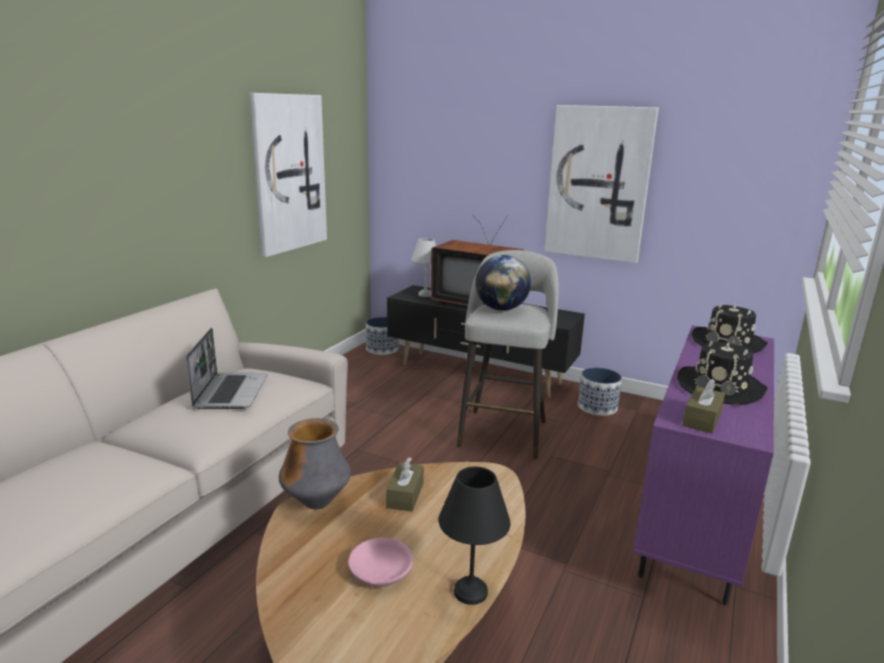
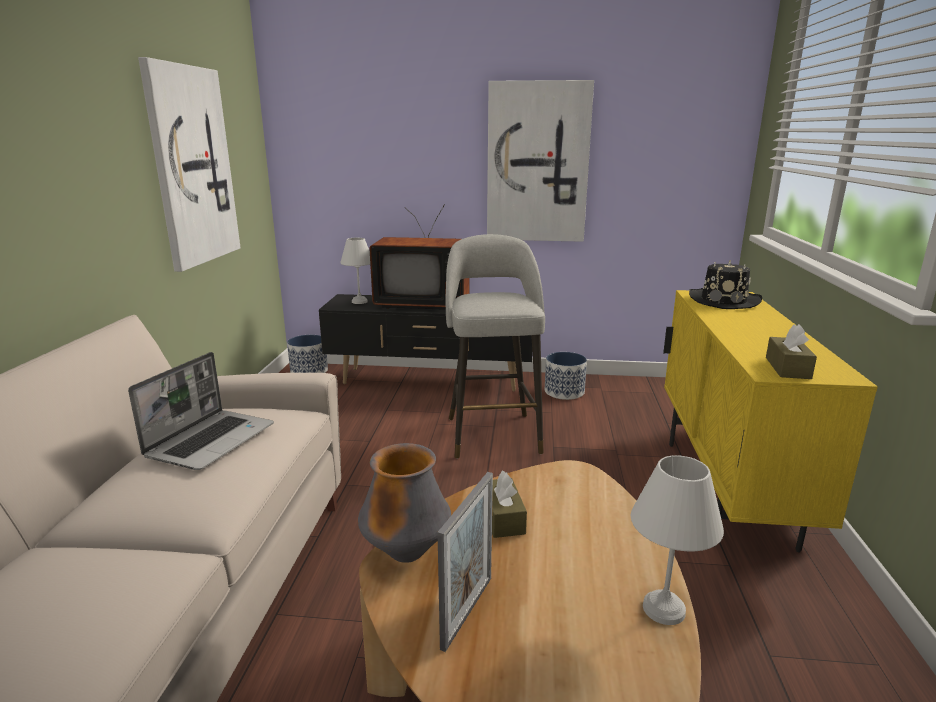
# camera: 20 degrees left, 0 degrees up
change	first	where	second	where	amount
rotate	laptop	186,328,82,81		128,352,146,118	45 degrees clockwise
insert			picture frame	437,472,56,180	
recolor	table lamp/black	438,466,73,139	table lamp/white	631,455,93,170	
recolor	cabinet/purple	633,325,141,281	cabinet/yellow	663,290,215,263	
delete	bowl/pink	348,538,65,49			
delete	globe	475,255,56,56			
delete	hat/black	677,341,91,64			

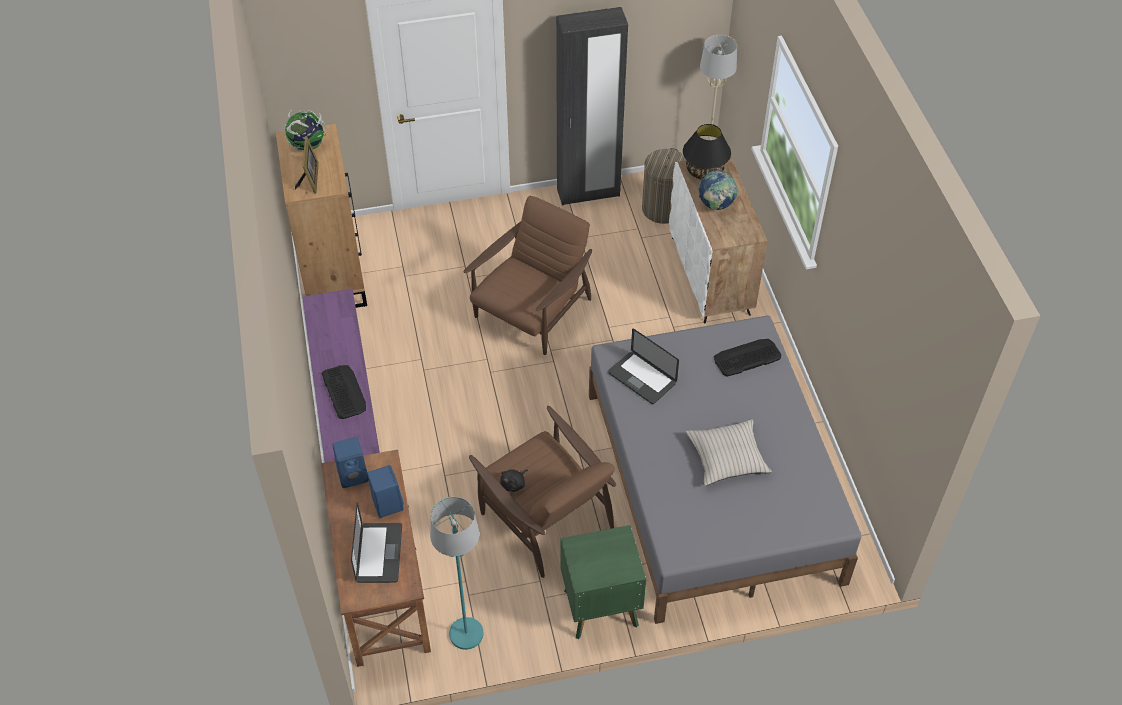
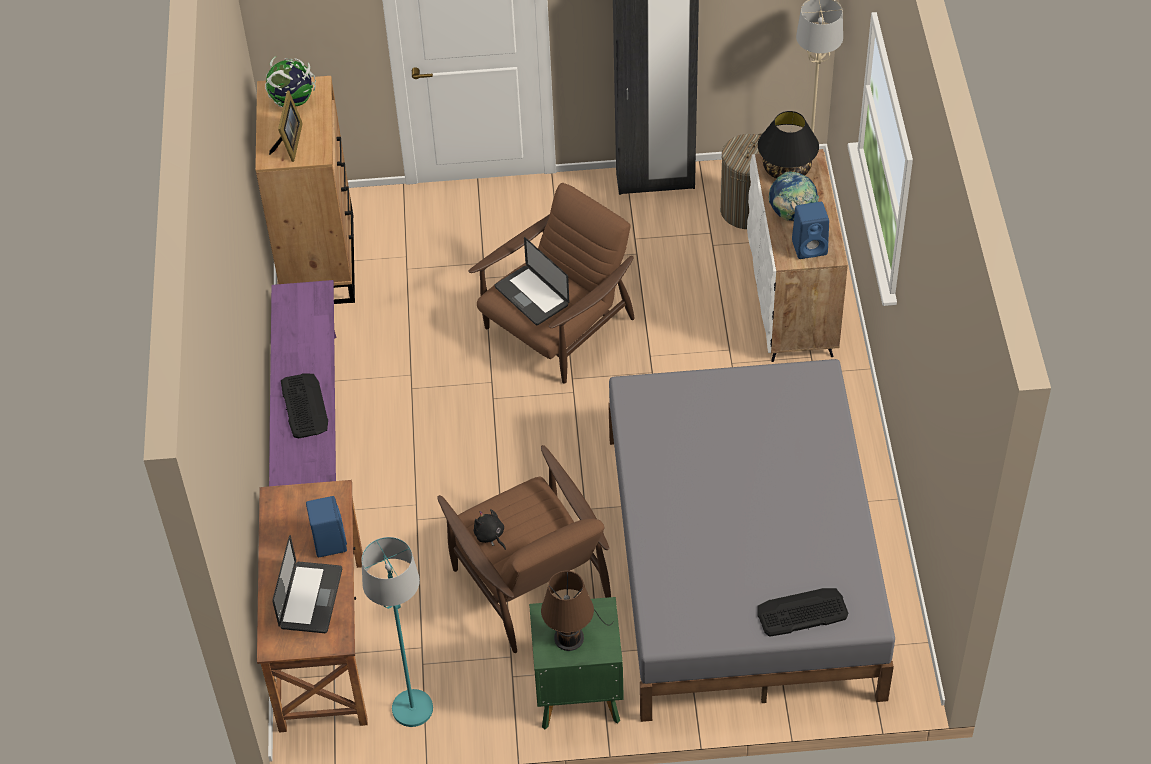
# camera: 10 degrees right, 0 degrees up
change	first	where	second	where	amount
rotate	plush toy/black	500,469,28,23		474,509,32,41	90 degrees clockwise
move	laptop	608,328,71,76		495,237,74,88	
insert			table lamp/brown	541,571,73,80	
move	keyboard	714,339,67,38		758,588,90,49	
move	speaker/blue	333,437,36,51		792,202,37,57	
delete	pillow/beige	686,420,86,66			

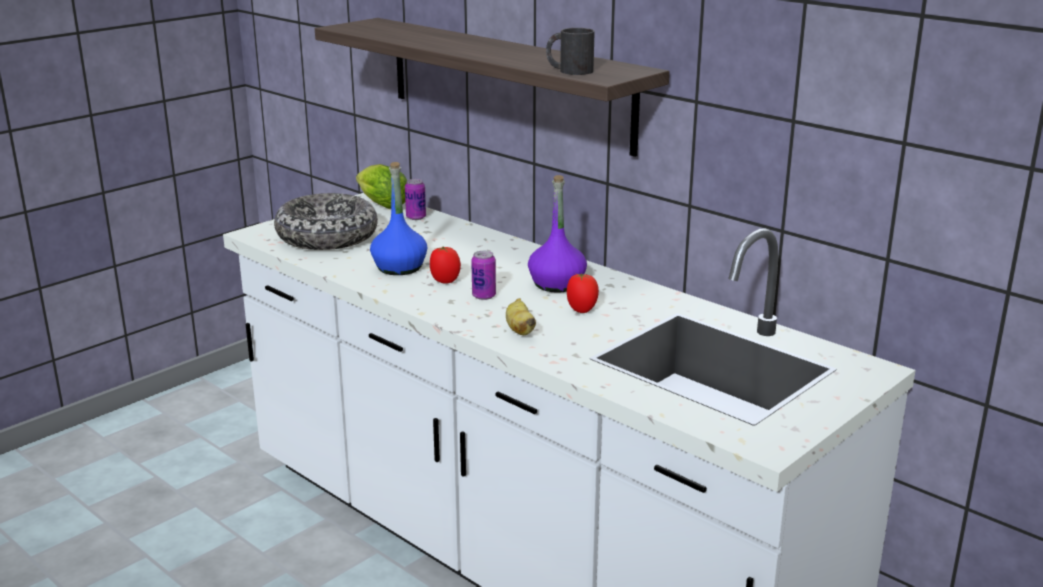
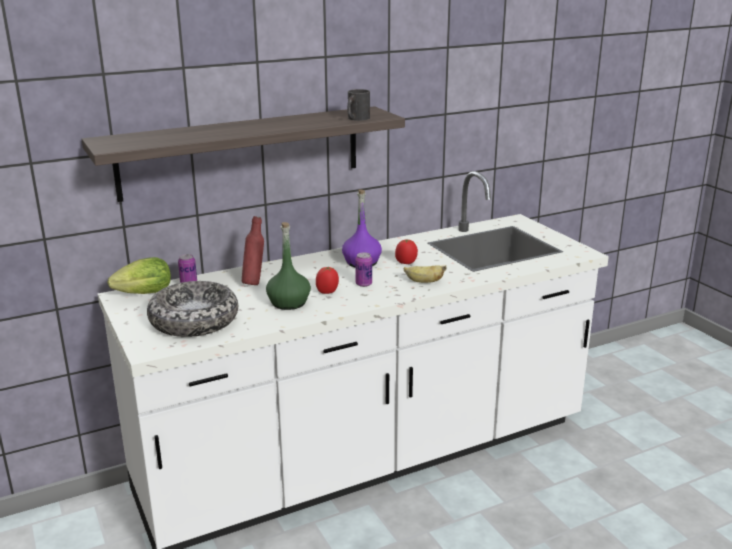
# camera: 70 degrees left, 0 degrees up
change	first	where	second	where	amount
insert			bottle/red	242,216,22,69	
recolor	bottle/blue	370,162,57,113	bottle/green	266,222,45,88	

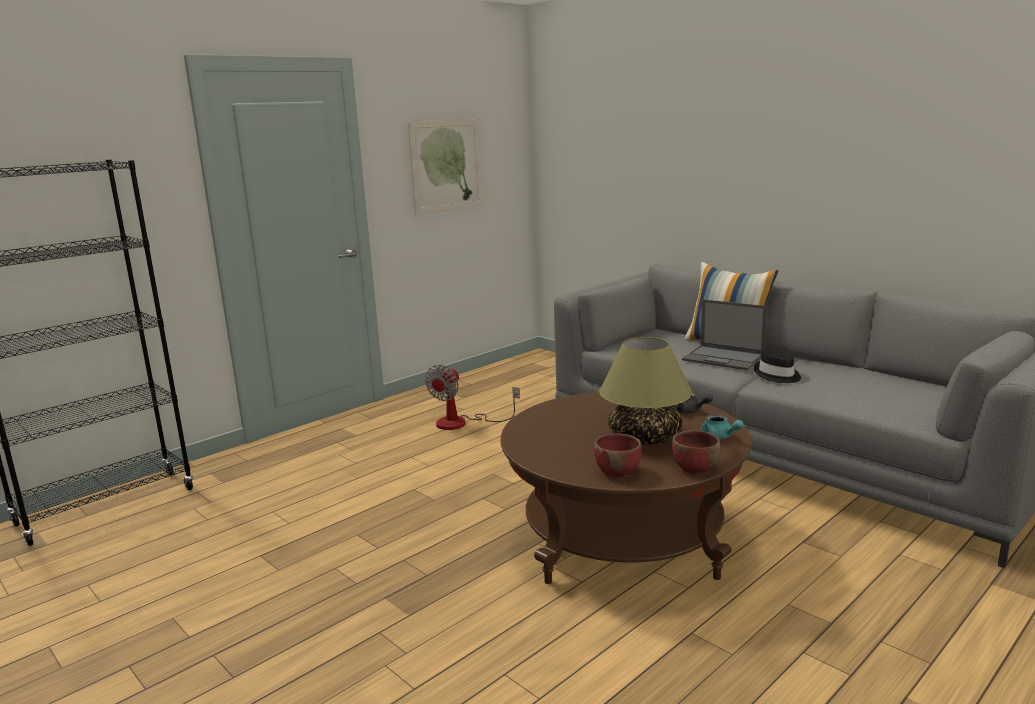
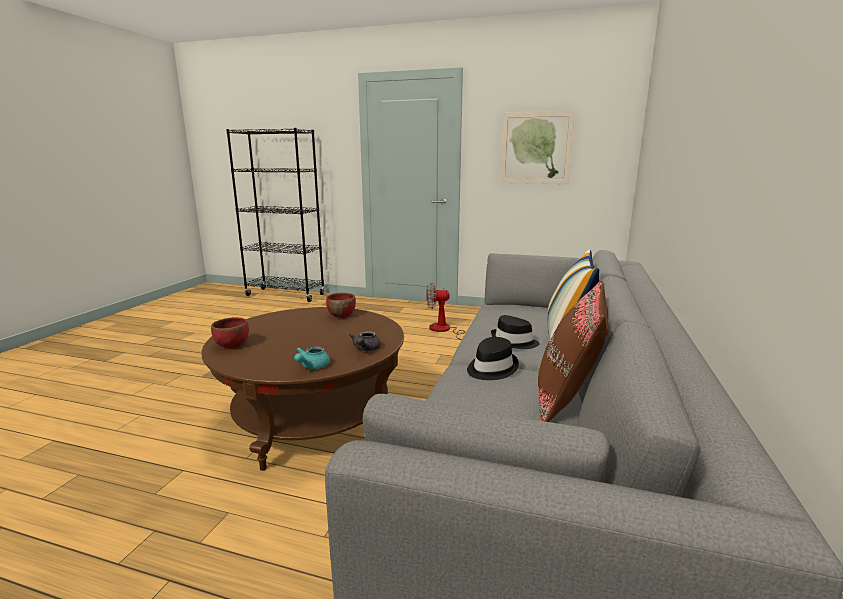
# camera: 60 degrees right, 0 degrees up
change	first	where	second	where	amount
move	bowl/red	672,430,48,44		326,293,30,25	
replace	laptop	682,299,85,71	hat/black	491,315,48,34	
insert			pillow/brown	538,281,71,141	
delete	table lamp	599,337,93,108			

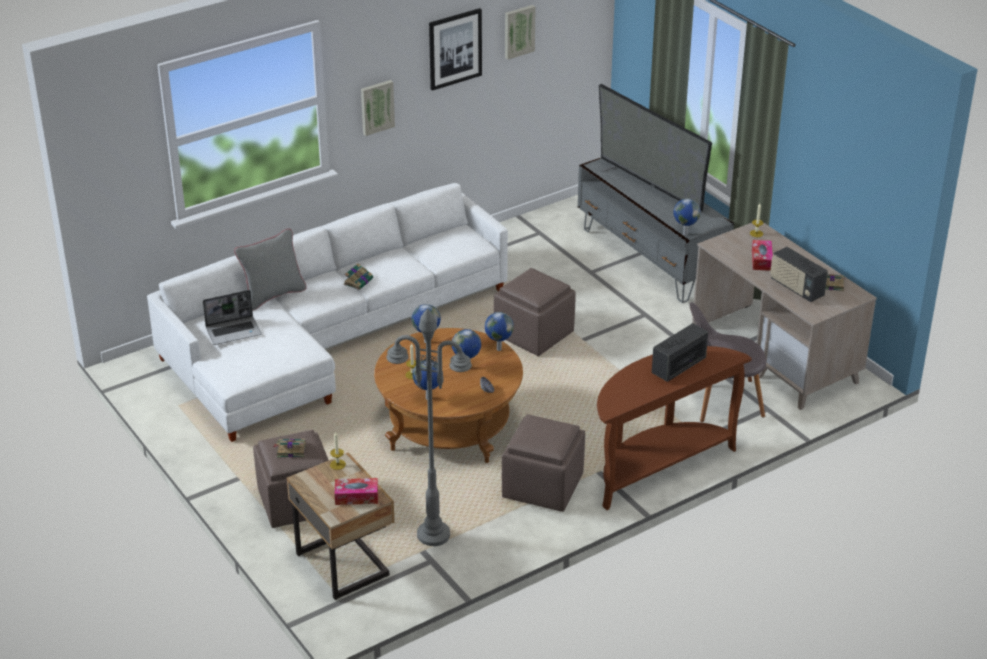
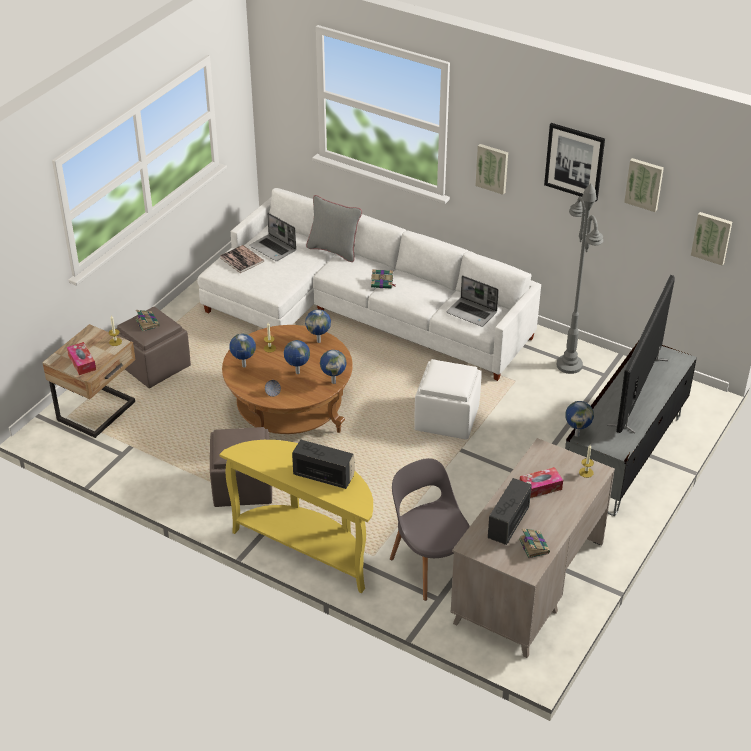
# camera: 65 degrees right, 5 degrees up
change	first	where	second	where	amount
recolor	console table/brown	597,346,155,164	console table/yellow	219,440,154,153	
insert			book	220,245,44,28	
recolor	ottoman/brown	494,268,82,88	ottoman/white	415,359,67,81	
insert			laptop	447,275,52,52	
move	floor lamp/grey	387,308,85,239		557,184,46,190	
insert			picture	691,212,41,54	

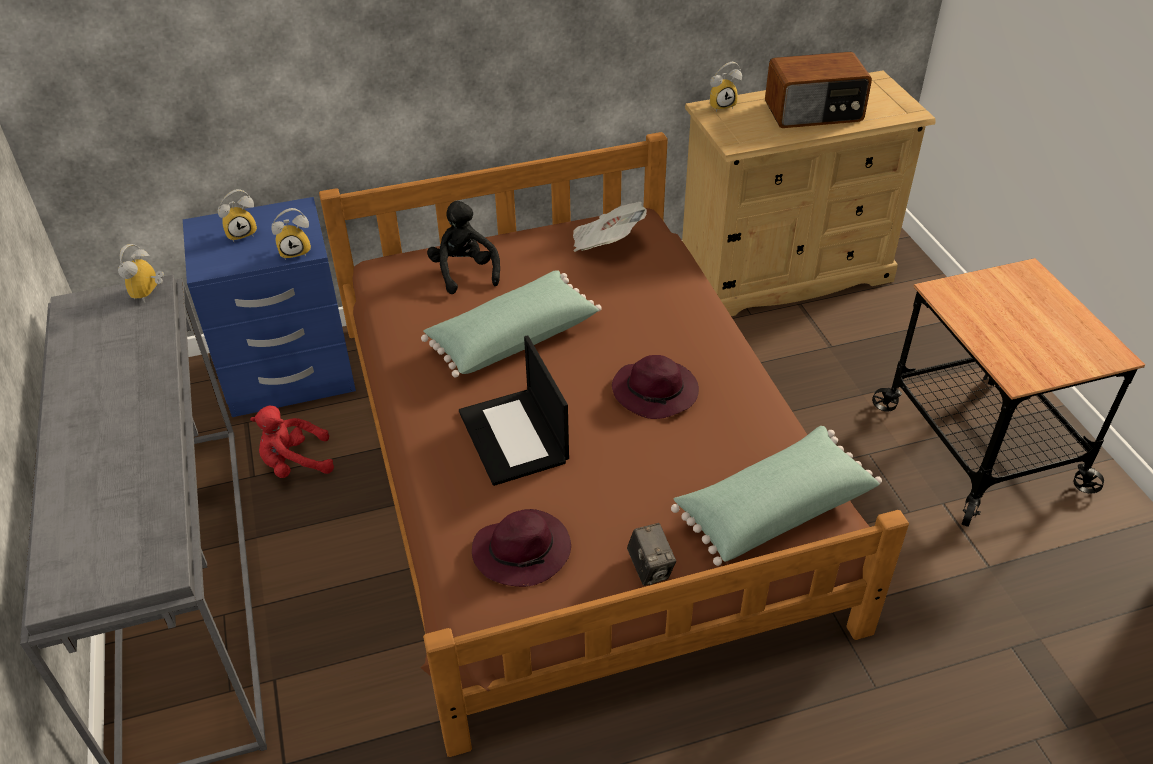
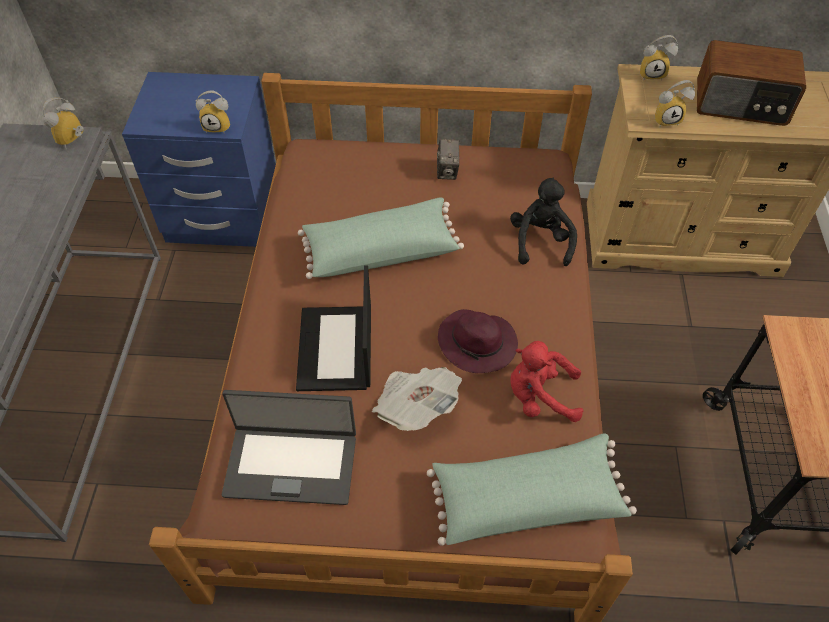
# camera: 20 degrees right, 10 degrees up
change	first	where	second	where	amount
replace	hat/purple	472,509,99,78	laptop	222,390,134,115	
move	newspaper	573,202,74,50		372,367,90,64	
move	photo camera	627,523,49,63		437,139,22,41	
move	plush toy/black	427,201,73,93		510,178,67,88	
move	plush toy/red	250,406,84,72		510,341,73,81	
move	alarm clock	218,189,39,53		654,80,41,47	

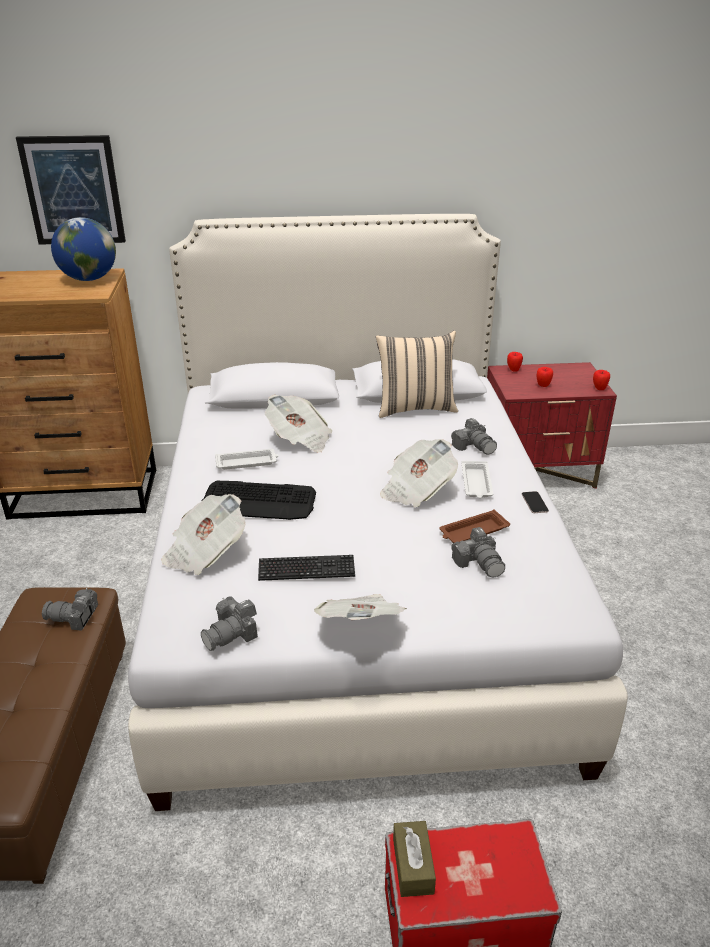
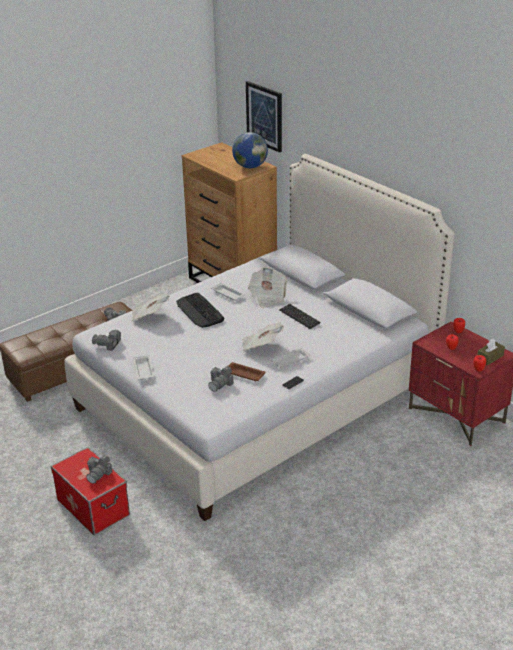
# camera: 55 degrees right, 0 degrees up
change	first	where	second	where	amount
move	photo camera	451,418,46,37		86,455,27,29	
replace	newspaper	314,594,93,26	tray/white	133,355,21,25	
move	keyboard	258,555,97,26		279,304,42,25	
move	tissue box/brown	393,821,43,76		477,339,28,26	
delete	pillow/beige	376,331,82,87			

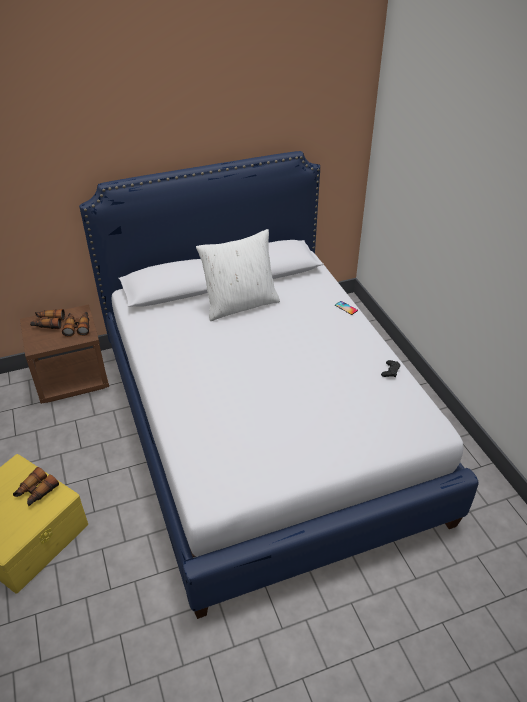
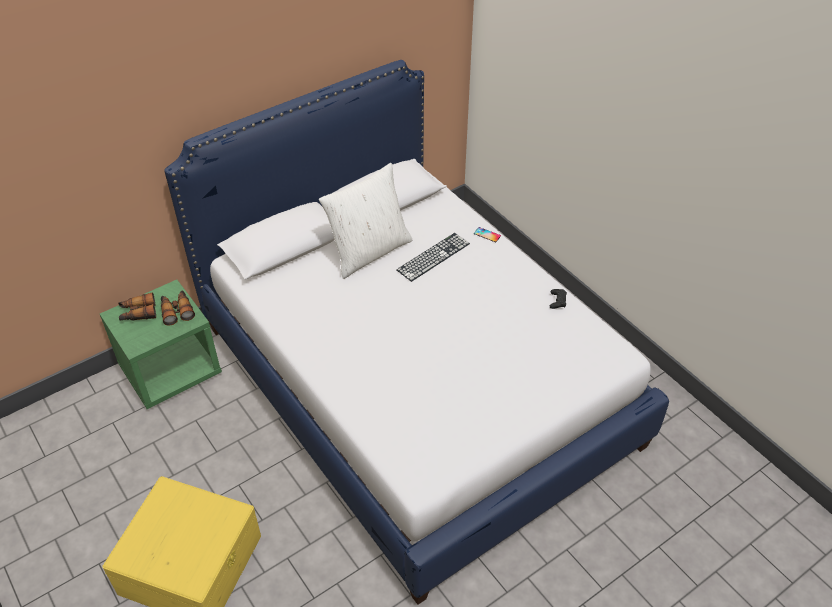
# camera: 15 degrees left, 5 degrees up
change	first	where	second	where	amount
recolor	nightstand/brown	20,304,89,100	nightstand/green	100,280,122,129	
insert			keyboard	396,233,74,49	
delete	binoculars	13,467,46,39			

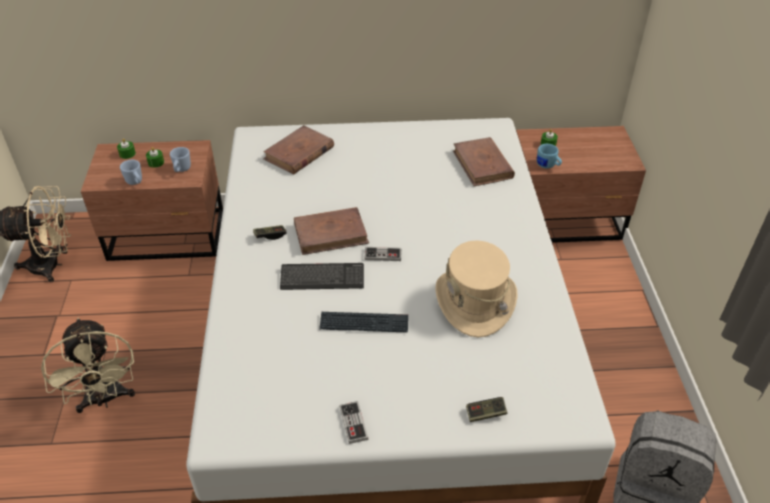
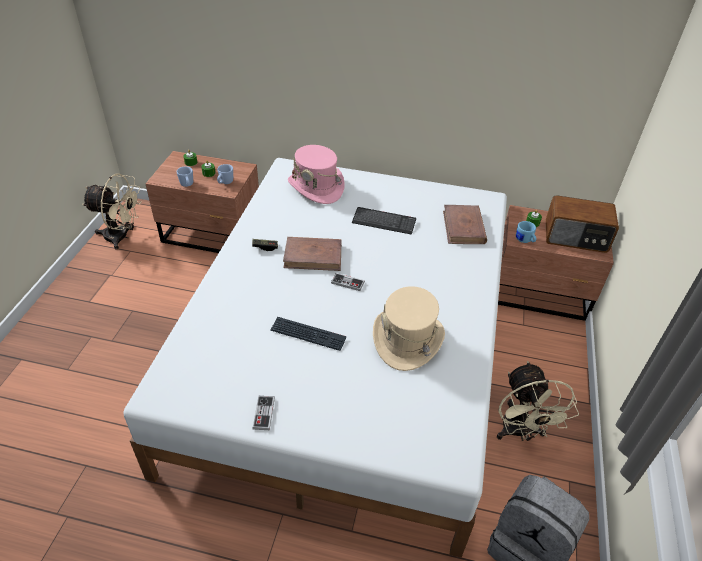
# camera: 15 degrees right, 0 degrees up
change	first	where	second	where	amount
replace	book/brown	263,125,71,49	hat/pink	288,145,57,59	
move	keyboard	280,263,84,27		352,207,64,28	
move	fan/beige	41,318,94,95		497,361,82,80	
insert			radio	546,195,73,58	
delete	game controller	466,397,41,25			

